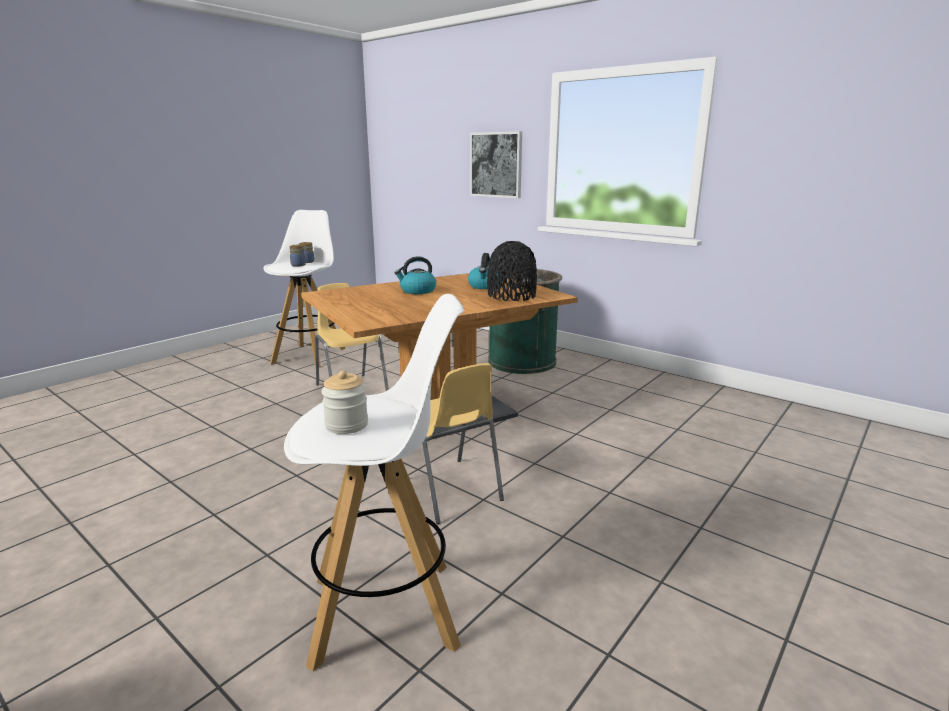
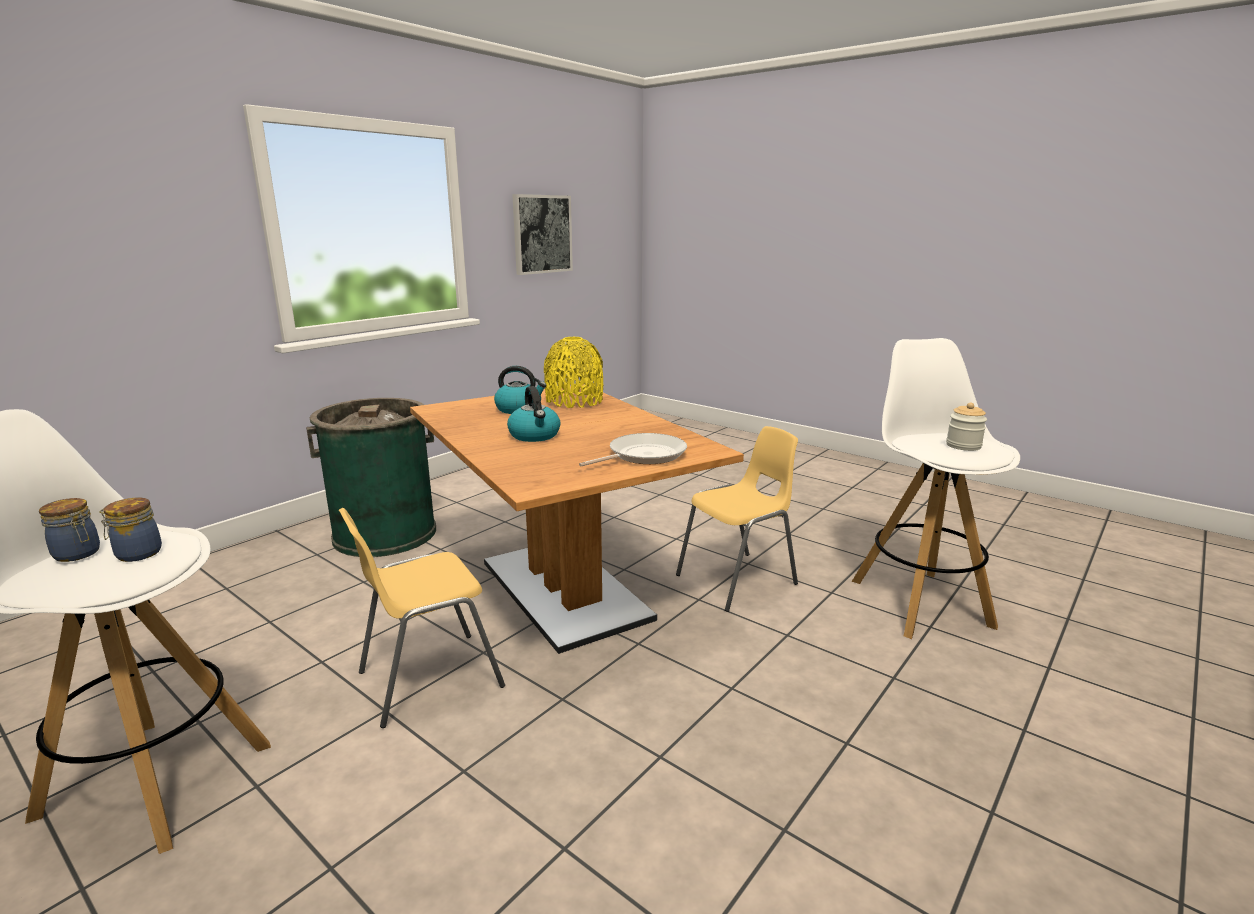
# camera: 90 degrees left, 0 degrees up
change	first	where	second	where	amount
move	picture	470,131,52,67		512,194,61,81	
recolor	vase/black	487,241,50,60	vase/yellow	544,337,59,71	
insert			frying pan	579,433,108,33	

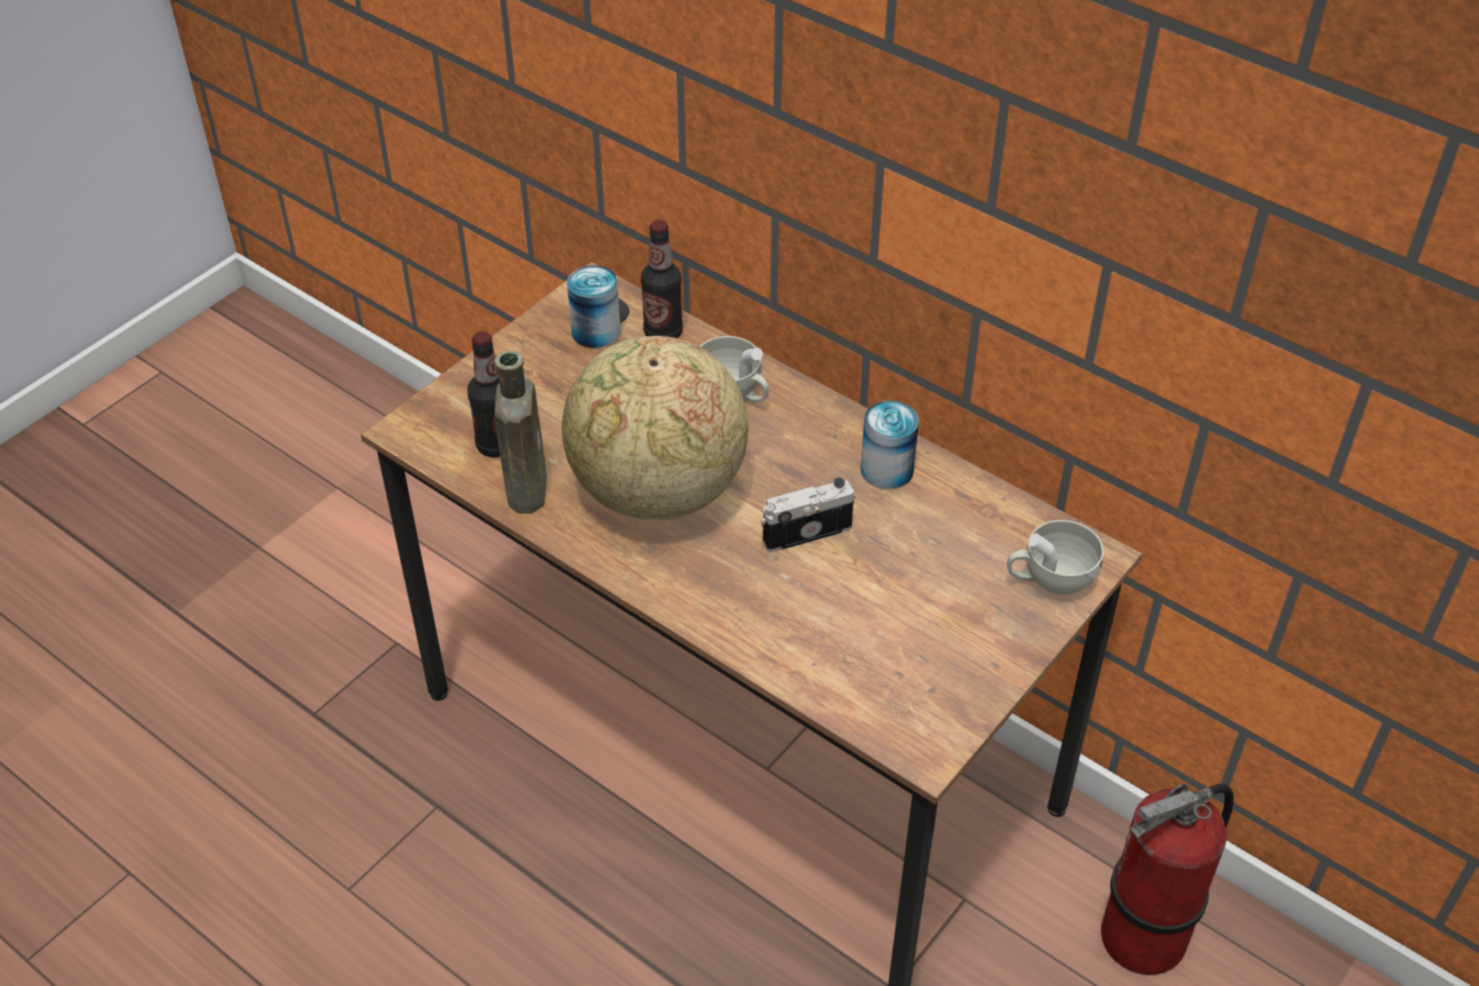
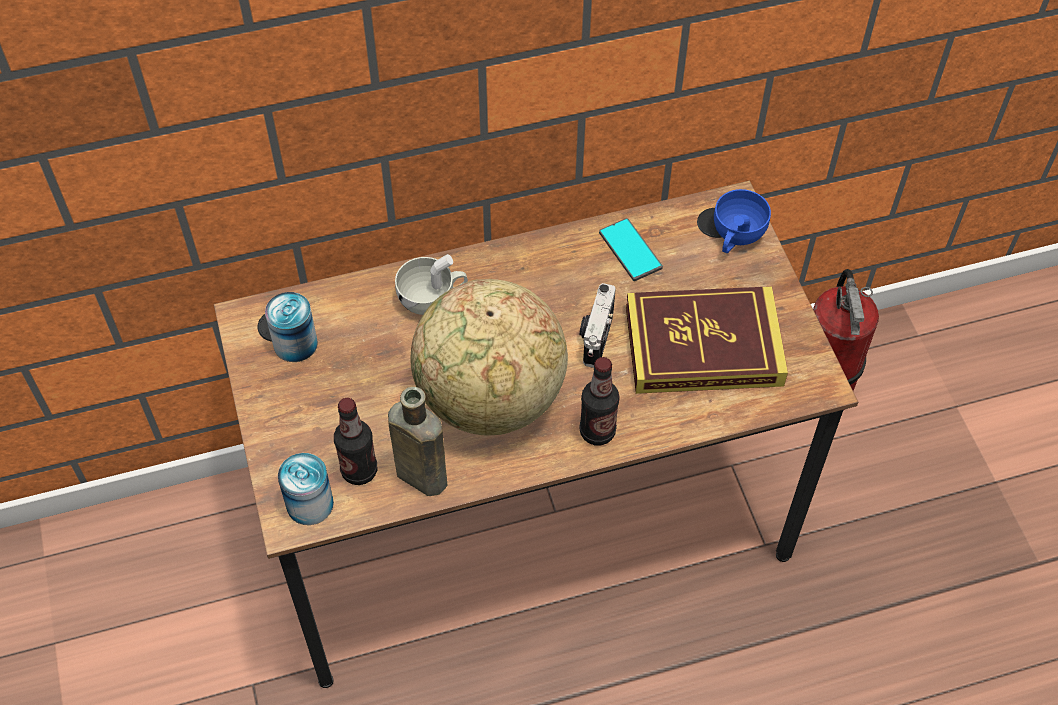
# camera: 55 degrees left, 10 degrees up
change	first	where	second	where	amount
move	can	861,401,58,88		278,453,56,72	
move	bottle	641,220,42,118		579,357,41,88	
insert			phone	599,218,64,63	
insert			book	626,286,162,108	
recolor	cup/white	1007,520,97,75	cup/blue	714,189,57,64	

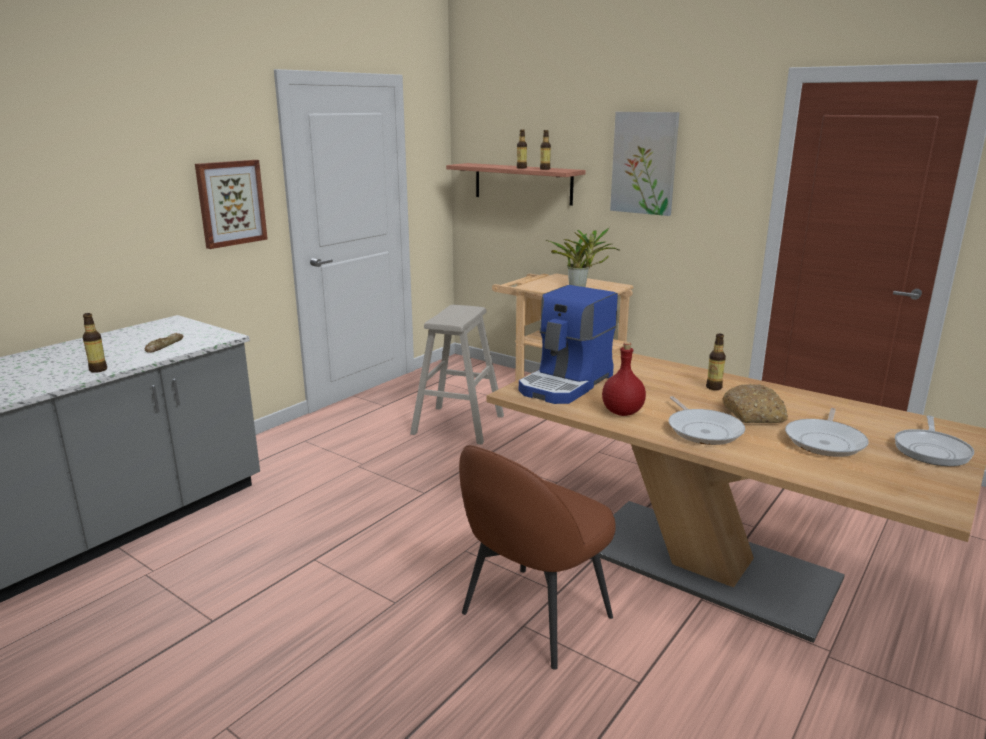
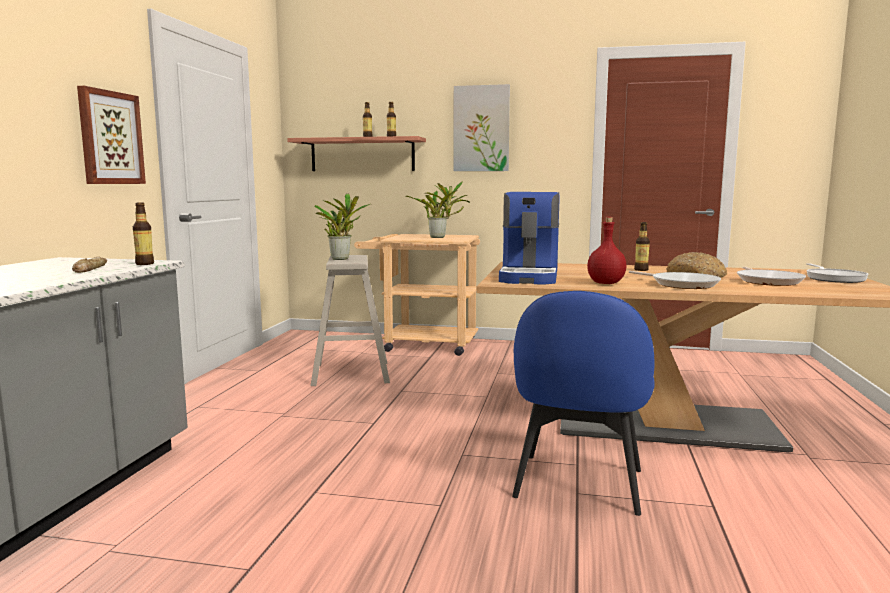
# camera: 25 degrees left, 10 degrees down
change	first	where	second	where	amount
move	bottle	83,313,24,60		133,202,21,63	
insert			potted plant	314,194,56,66	
recolor	chair/brown	459,445,157,225	chair/blue	512,291,143,225	

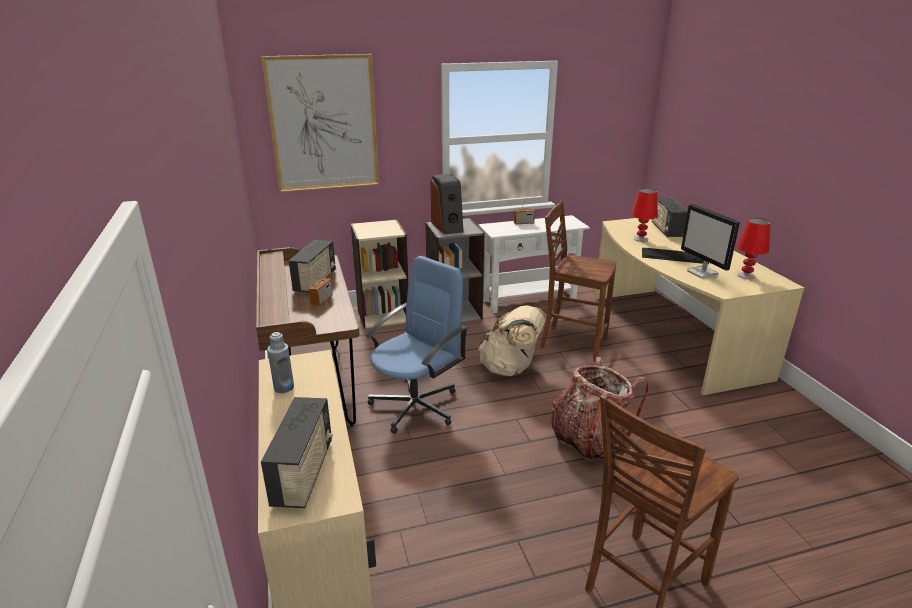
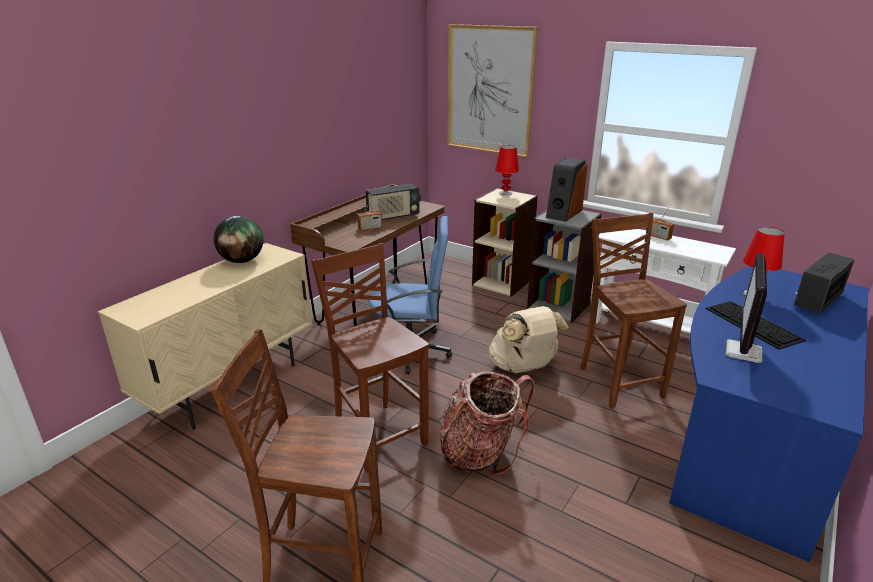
# camera: 50 degrees right, 0 degrees up
change	first	where	second	where	amount
replace	bottle/blue	267,332,27,61	globe	214,216,49,47	
insert			chair/brown	311,243,118,230	
move	table lamp/red	737,218,33,61		495,145,24,51	
recolor	desk/beige	594,218,210,177	desk/blue	669,266,199,296	
delete	radio	261,397,72,111			

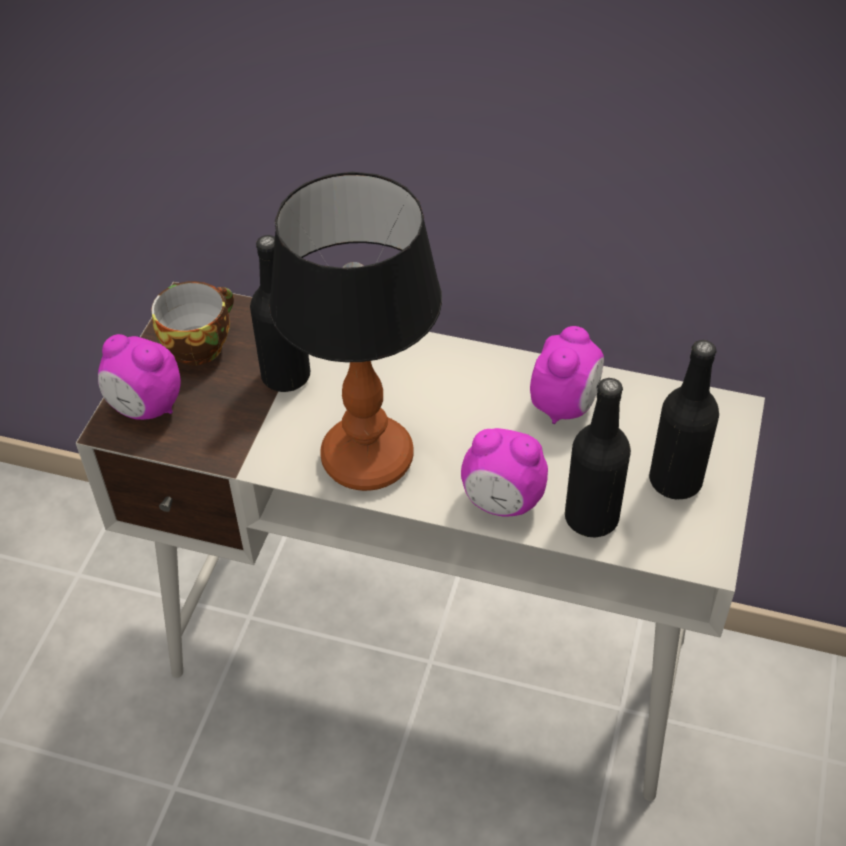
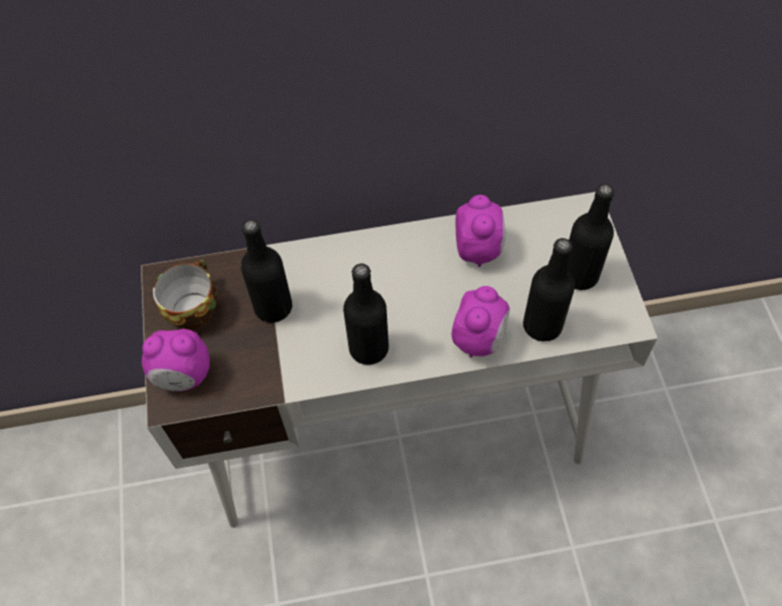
# camera: 25 degrees left, 10 degrees up
change	first	where	second	where	amount
replace	table lamp	269,172,173,319	bottle/black	343,264,46,101	
rotate	alarm clock	461,428,87,89		451,286,59,72	60 degrees counterclockwise

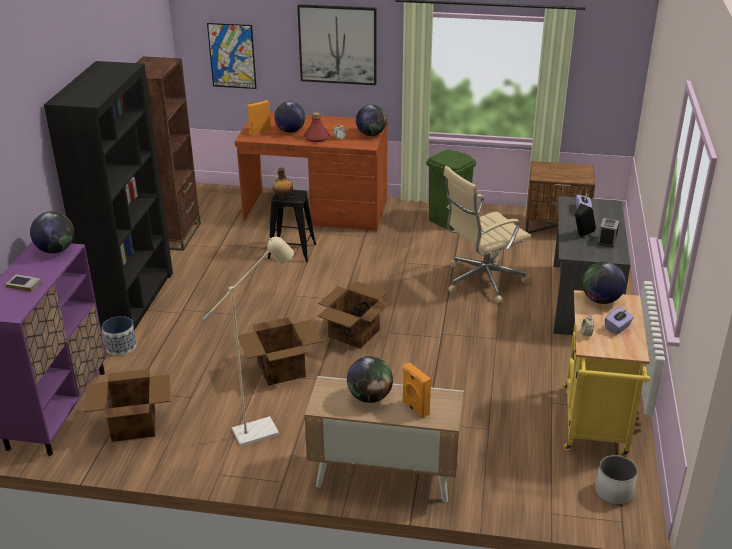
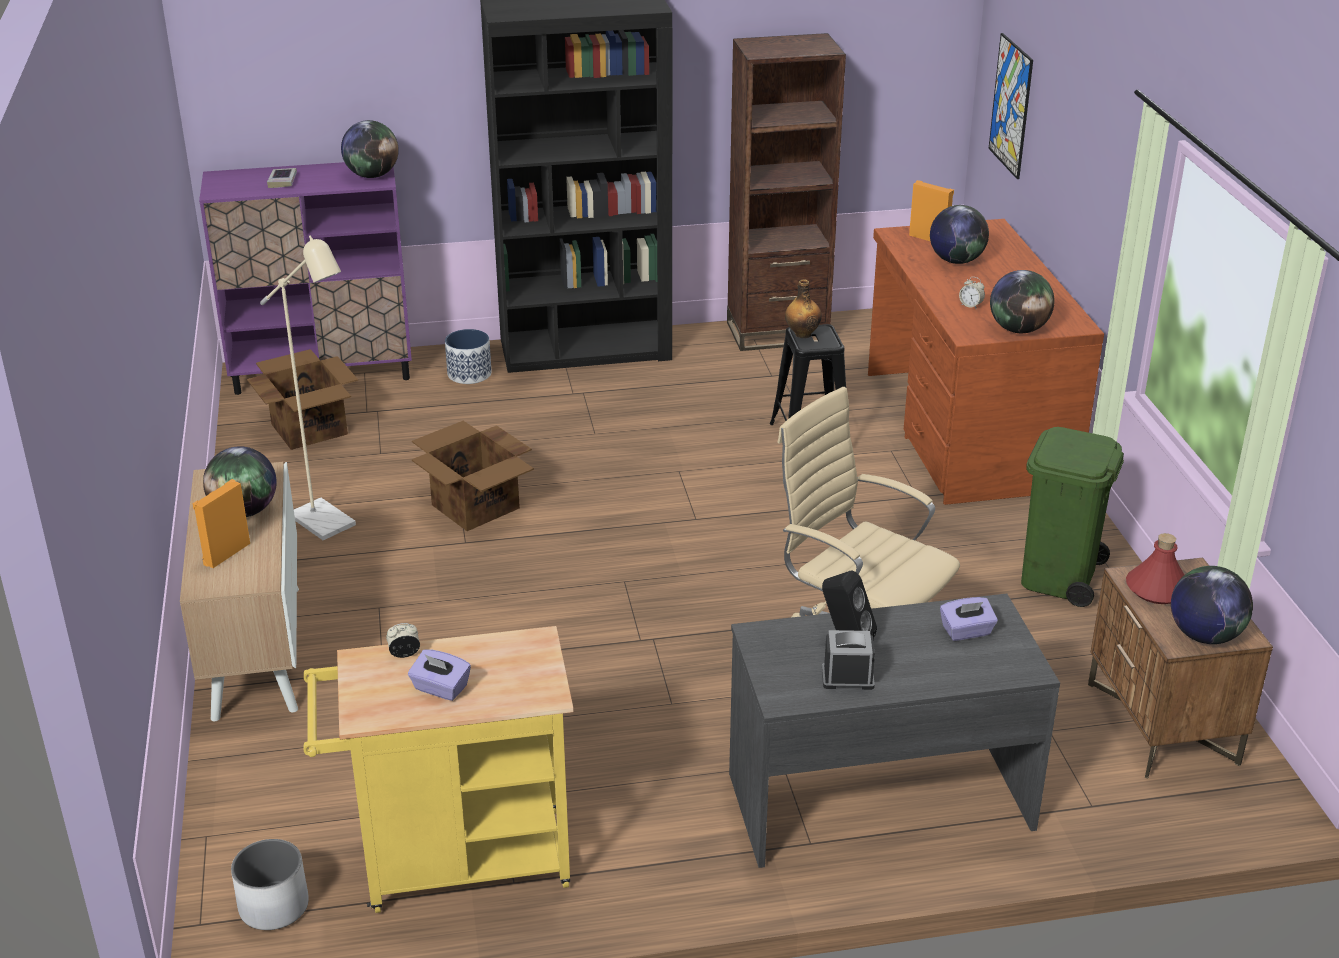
# camera: 70 degrees right, 0 degrees up
change	first	where	second	where	amount
move	bottle/red	304,112,26,30		1126,533,58,71	
move	globe	582,262,44,42		1171,566,82,78	
delete	picture	297,4,79,81			
delete	cardboard box	318,282,71,67			

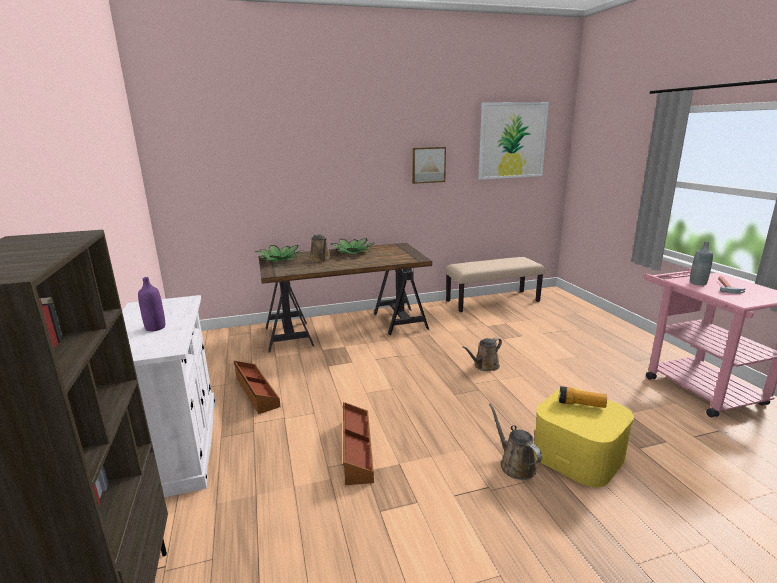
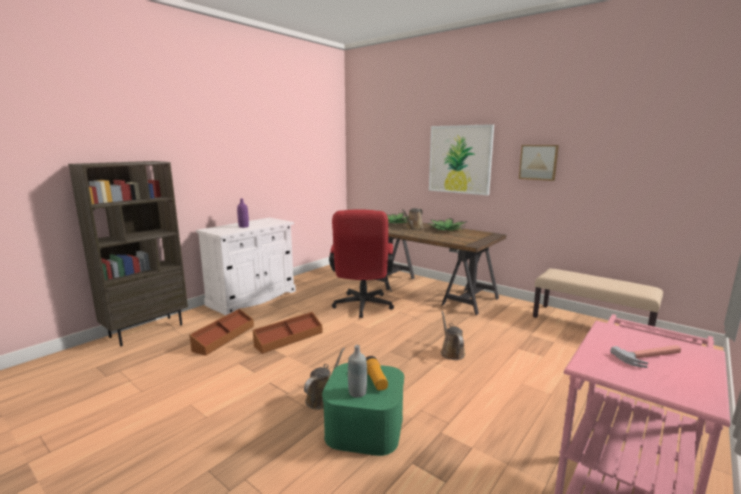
# camera: 55 degrees right, 5 degrees down
change	first	where	second	where	amount
move	storage box/brown	234,361,46,53		189,309,65,47	
recolor	storage box/yellow	534,388,100,99	storage box/green	322,363,82,93	
insert			office chair/red	329,209,65,109	
move	bottle/grey	690,241,23,45		348,345,19,53	
move	picture	478,102,71,77		429,124,65,72	
rotate	watering can/brown	462,338,40,33		441,311,24,49	60 degrees clockwise

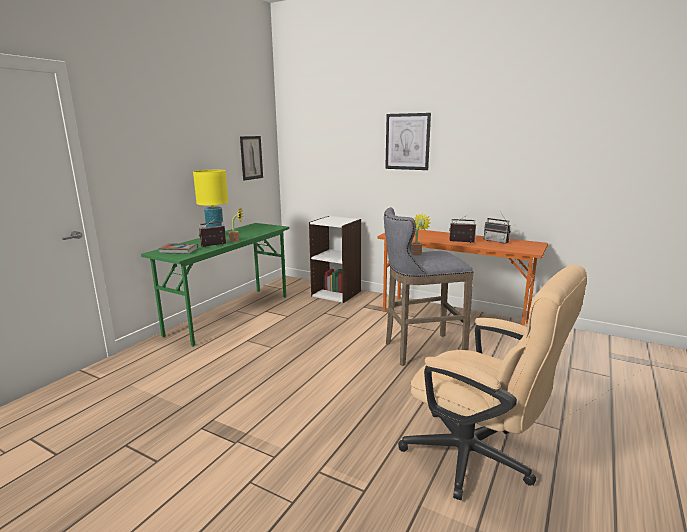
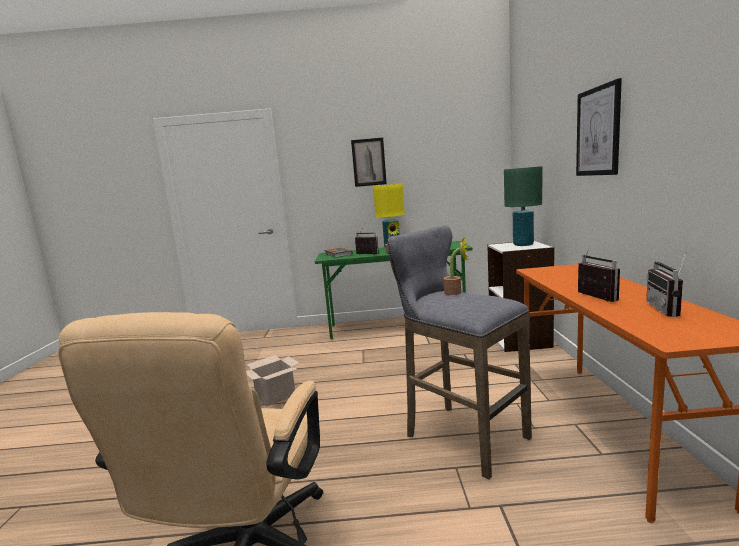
# camera: 60 degrees right, 5 degrees down
change	first	where	second	where	amount
insert			cardboard box	246,355,53,52	
move	picture	240,136,23,45		351,138,36,49	
insert			table lamp/green	504,166,38,80	

